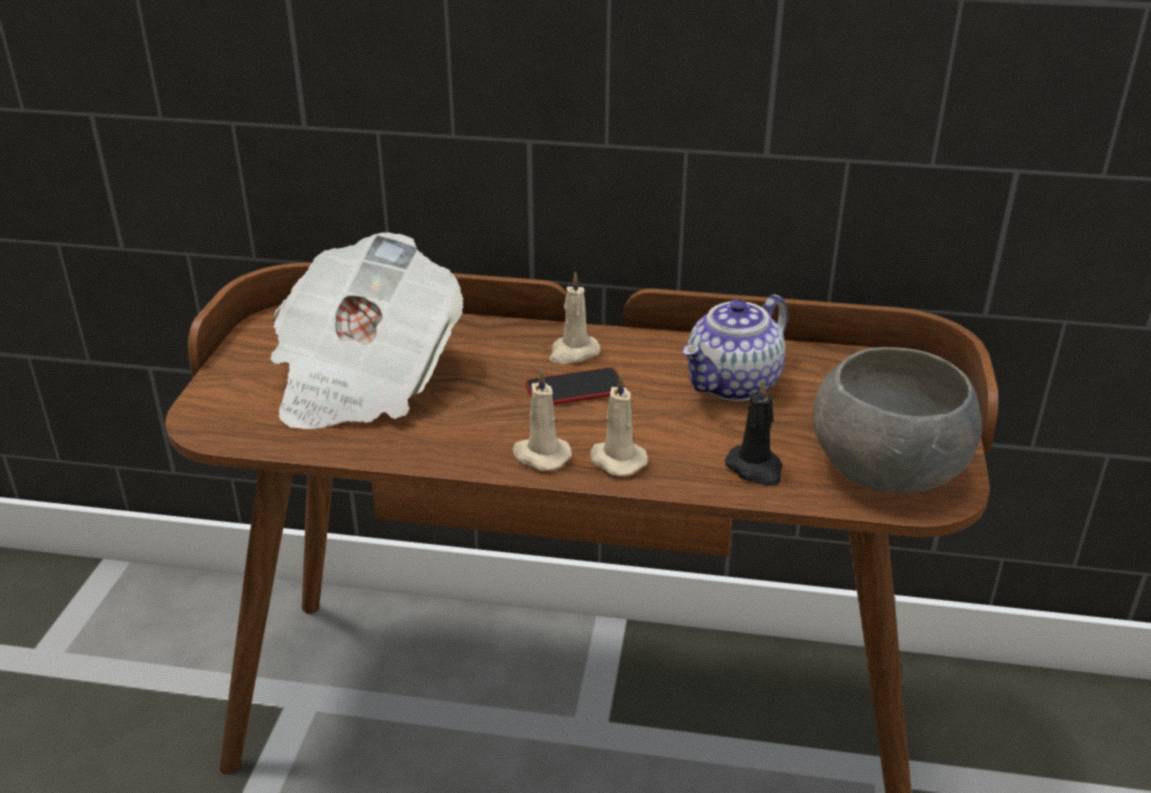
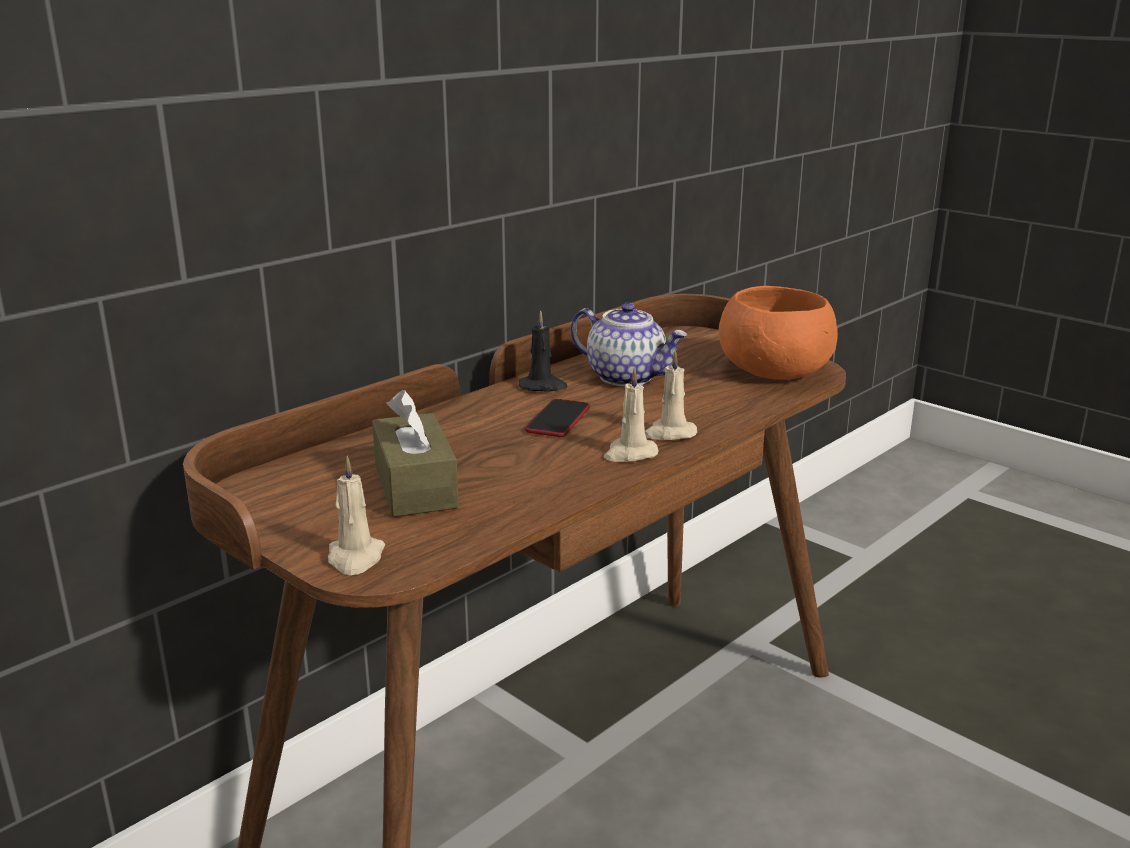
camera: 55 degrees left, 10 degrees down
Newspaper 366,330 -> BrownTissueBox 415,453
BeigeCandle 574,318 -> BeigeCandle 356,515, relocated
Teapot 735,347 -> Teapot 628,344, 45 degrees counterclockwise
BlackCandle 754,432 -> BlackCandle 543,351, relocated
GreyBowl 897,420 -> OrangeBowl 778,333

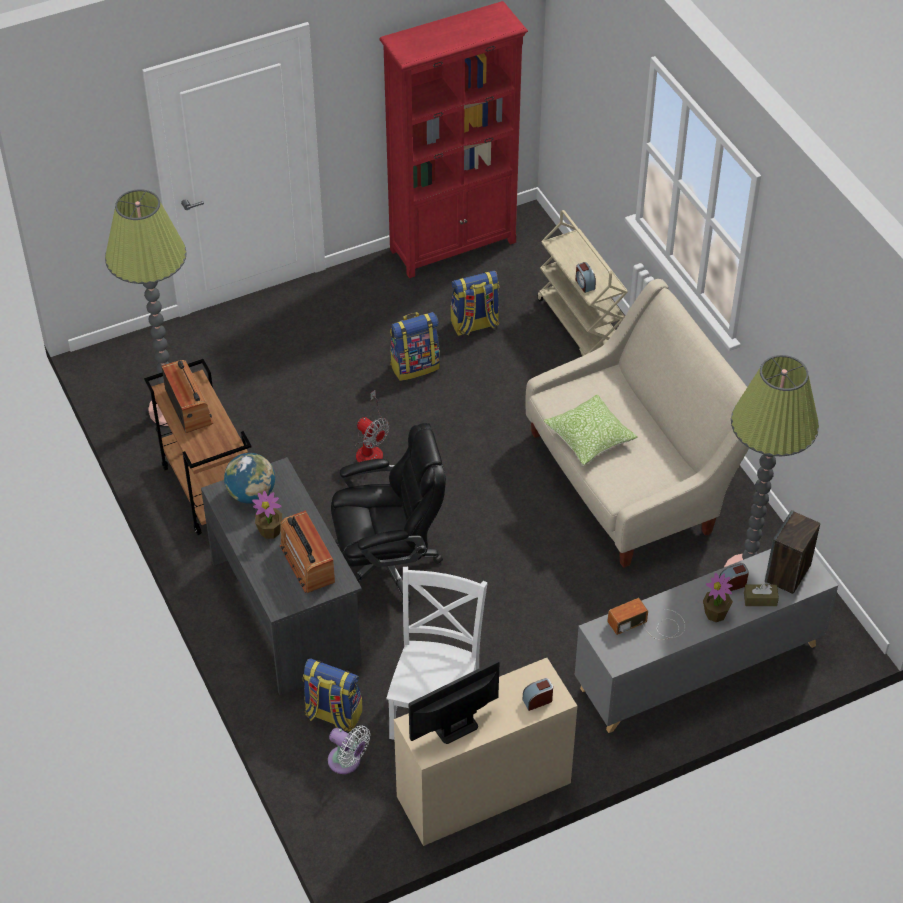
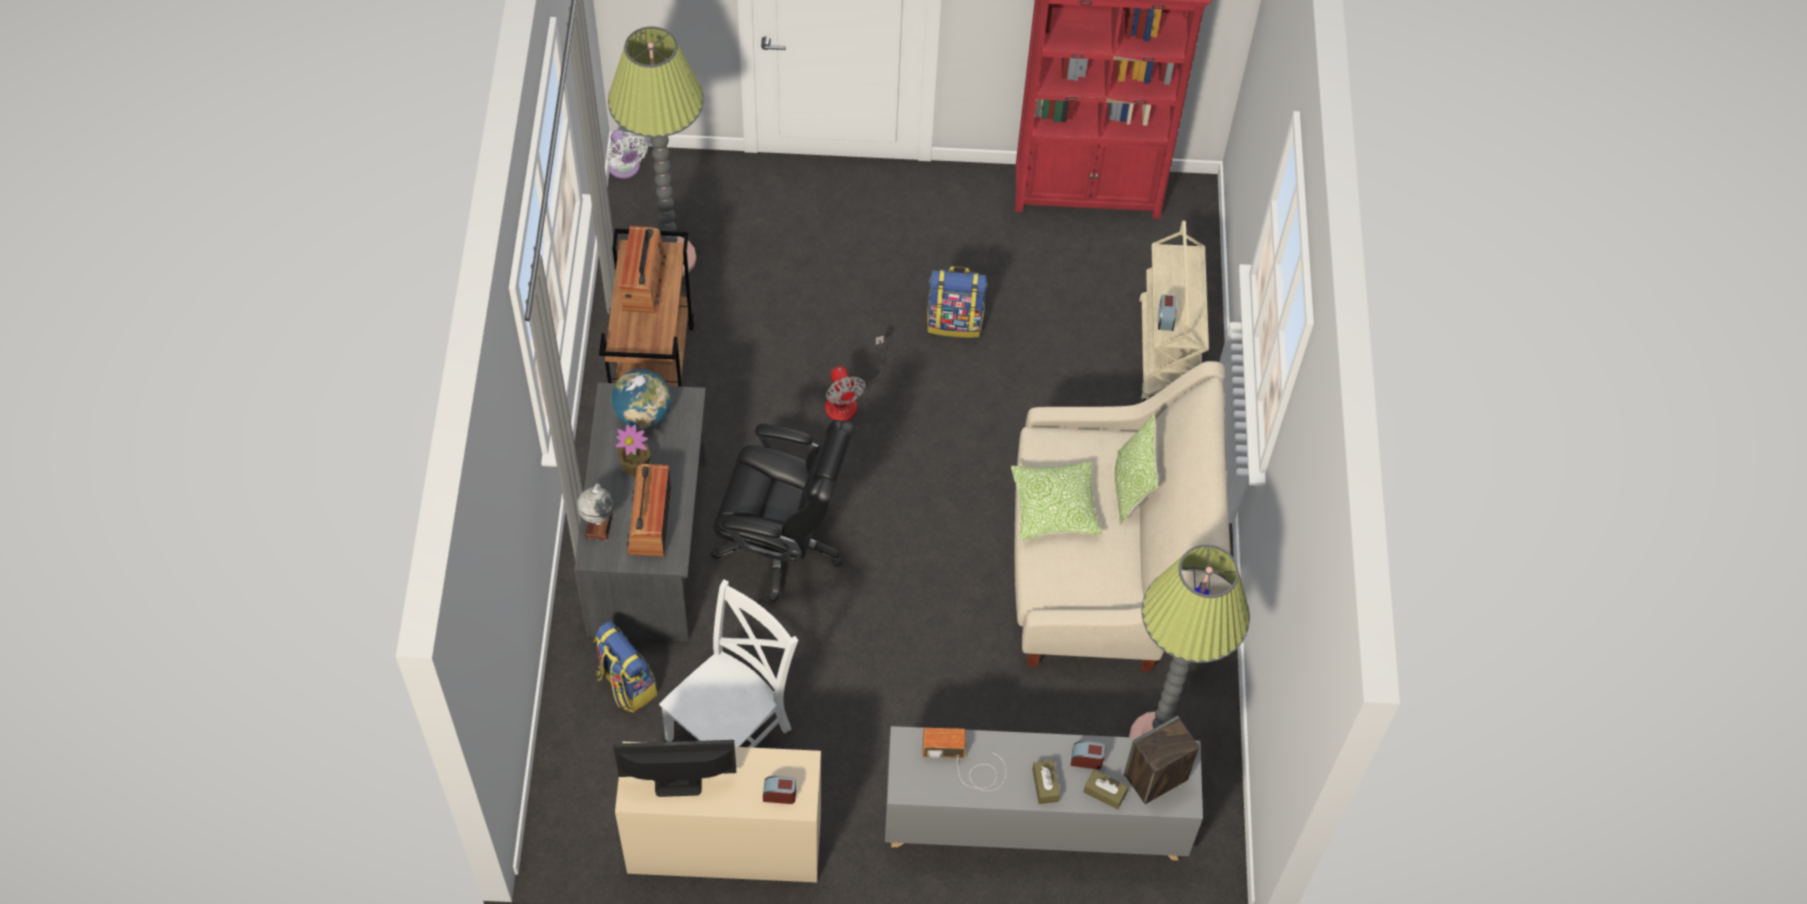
camera: 25 degrees right, 10 degrees up
WhiteFan 349,749 -> WhiteFan 627,154, relocated
Backpack 475,303 -> none
PottedPlant 718,597 -> BrownTissueBox 1046,782
none -> Globe 595,512
none -> Pillow 1137,469

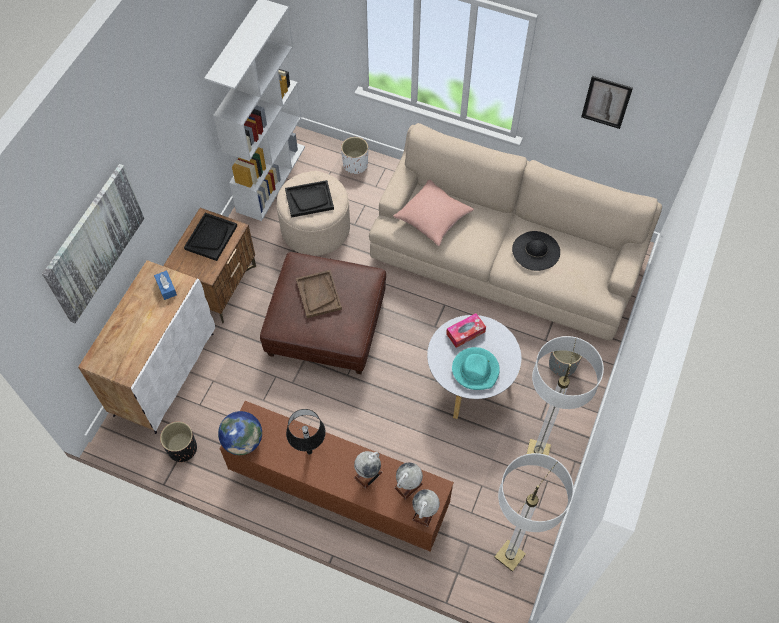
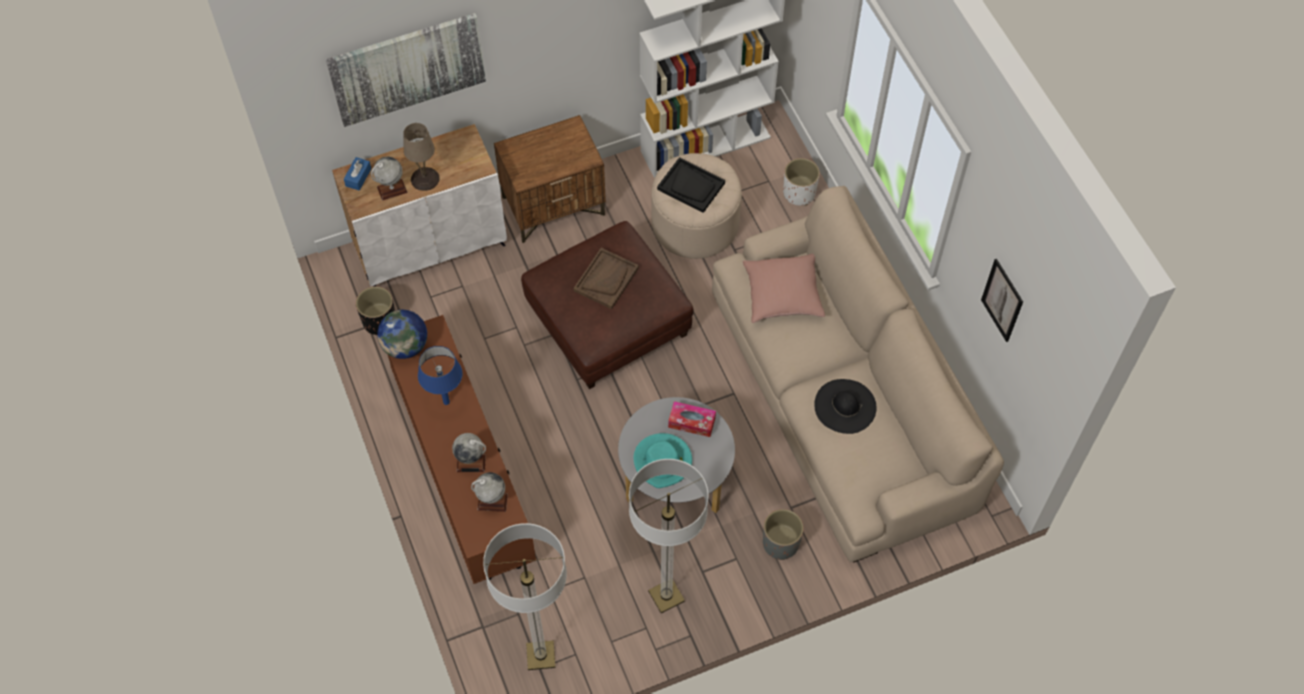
camera: 45 degrees right, 0 degrees up
BlueTissueBox 165,285 -> BlueTissueBox 357,174, relocated
BlackTray 210,237 -> none
BlackTableLamp 306,432 -> BlueTableLamp 440,375
Globe 426,508 -> Globe 389,179, relocated
none -> BeigeTableLamp 421,157

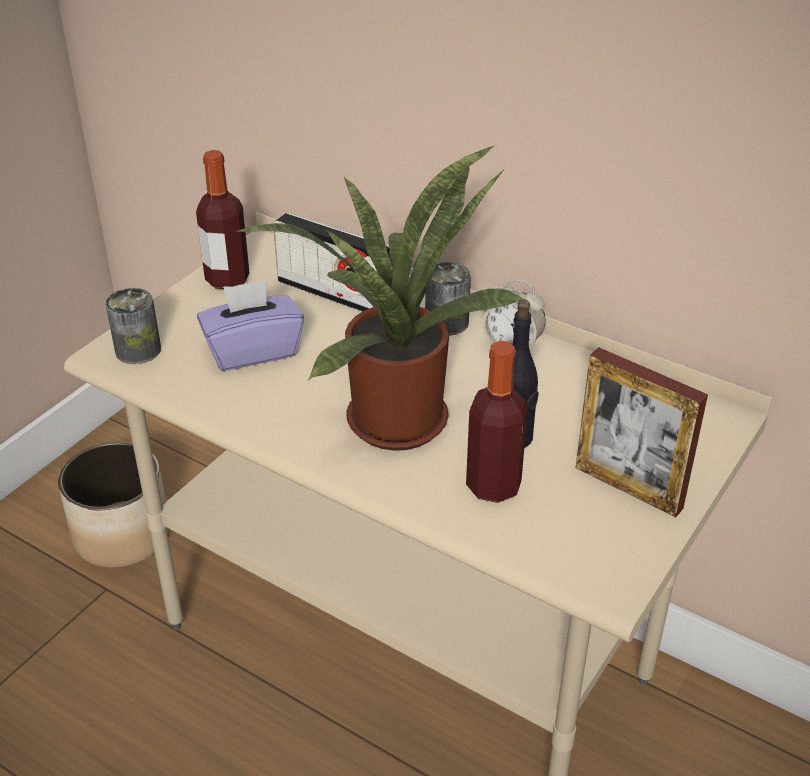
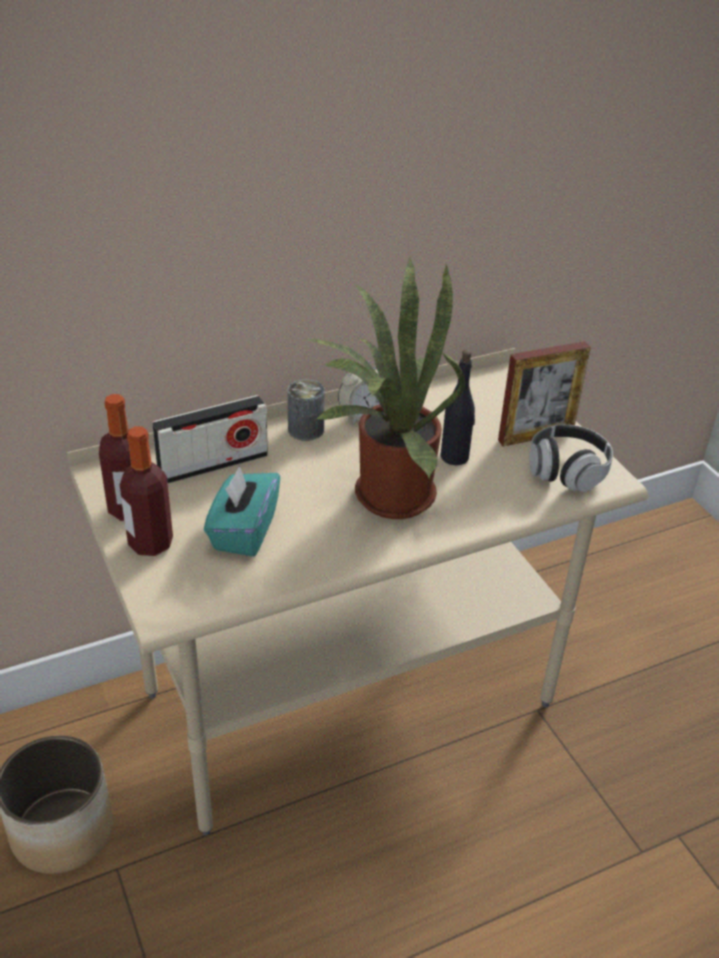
camera: 60 degrees left, 0 degrees up
Can 133,326 -> none
PurpleTissueBox 250,325 -> TurquoiseTissueBox 242,511
Bottle 497,422 -> Bottle 146,491, relocated
none -> Headphones 571,458

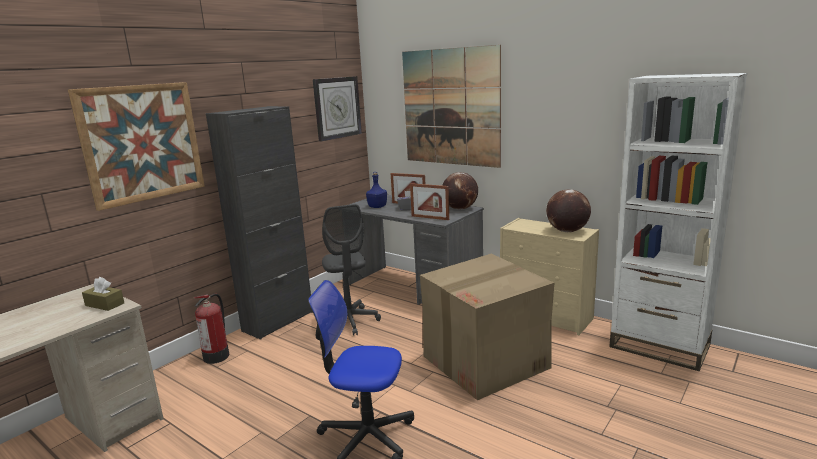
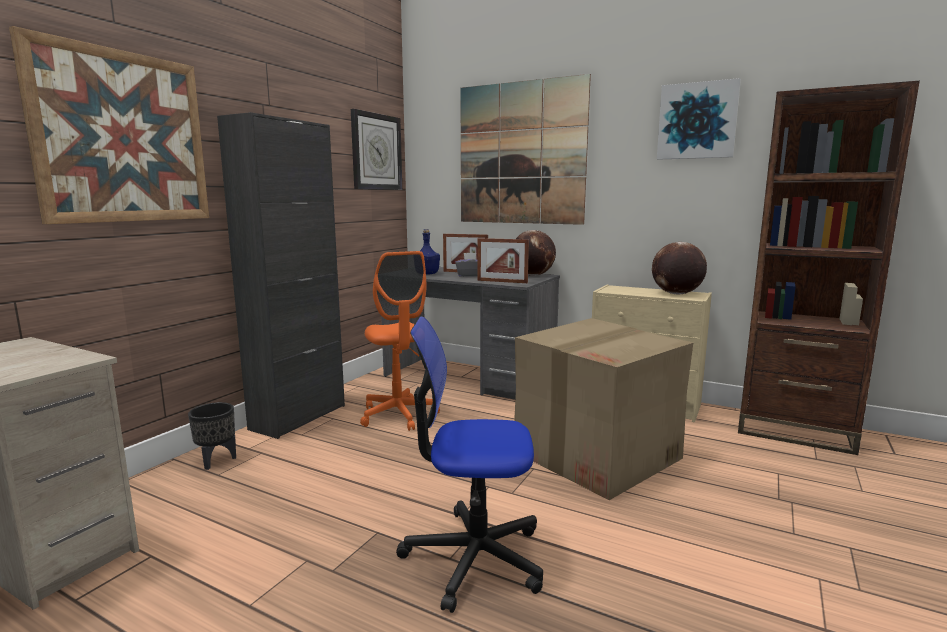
camera: 10 degrees left, 5 degrees down
BrownTissueBox 103,294 -> none
FireExtinguisher 211,328 -> BlackPlanter 212,436
GreyOfficeChair 351,270 -> OrangeOfficeChair 400,341
WhiteBookcase 678,222 -> BrownBookcase 829,268
none -> Picture 699,119

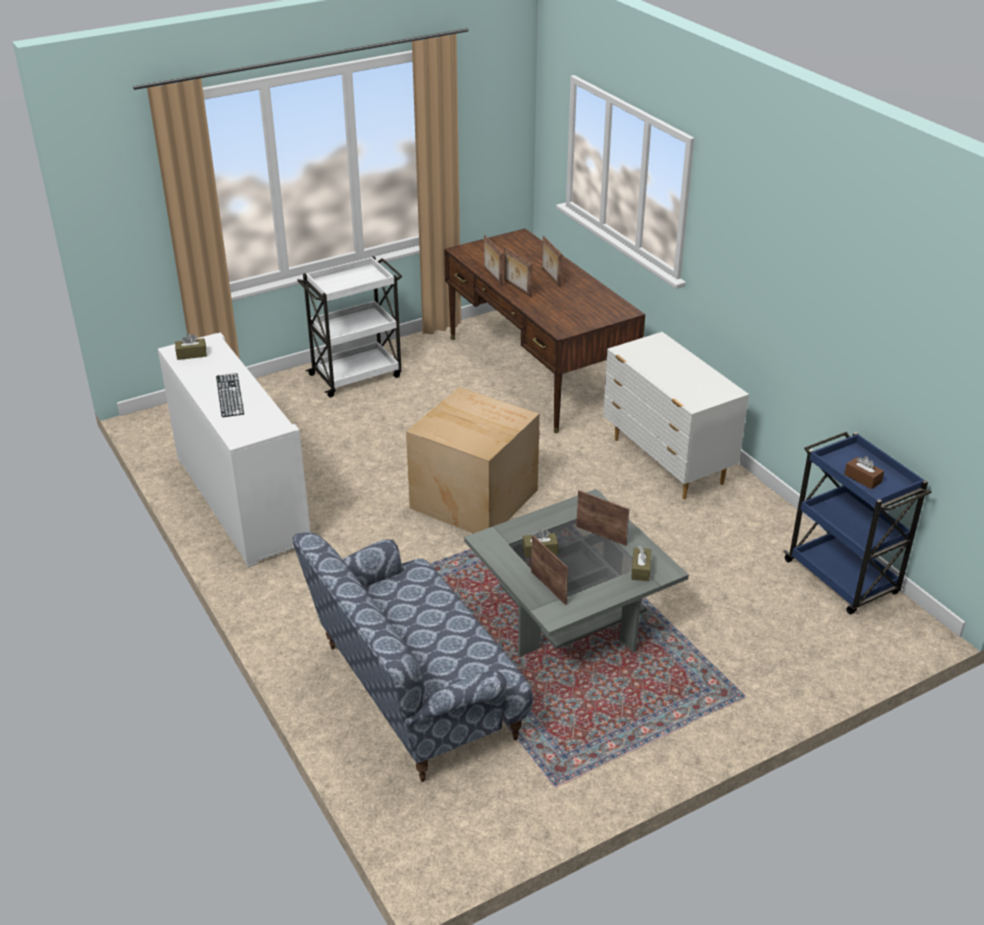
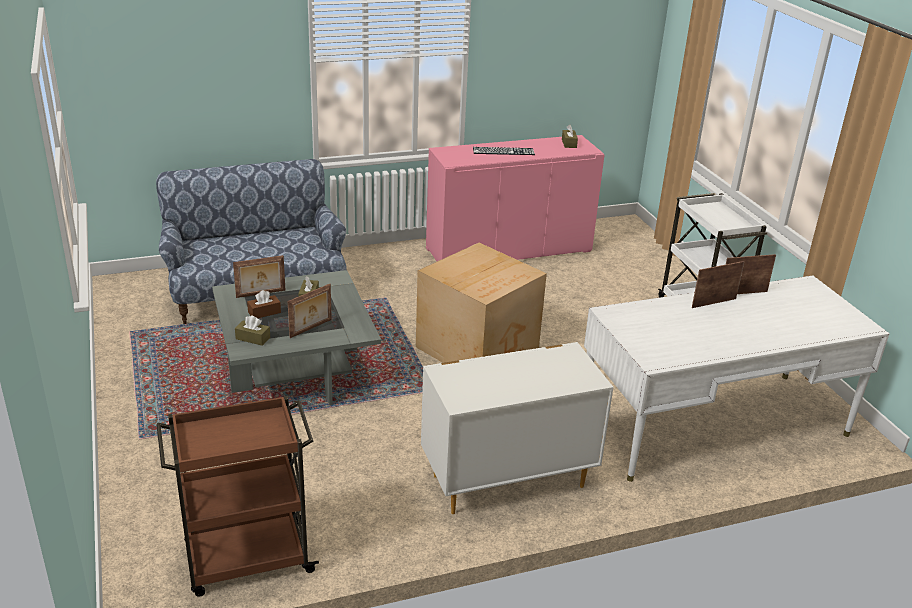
camera: 100 degrees right, 5 degrees down
WhiteCabinet 234,449 -> PinkCabinet 515,198
BrownDesk 544,331 -> WhiteDesk 736,379
PictureFrame 552,261 -> none
BlueCart 857,523 -> BrownCart 237,496
BrownTissueBox 864,472 -> BrownTissueBox 264,304, relocated

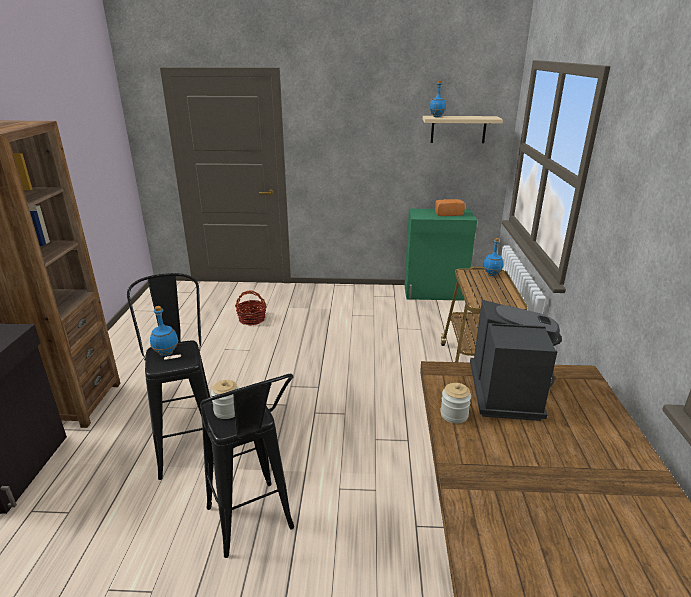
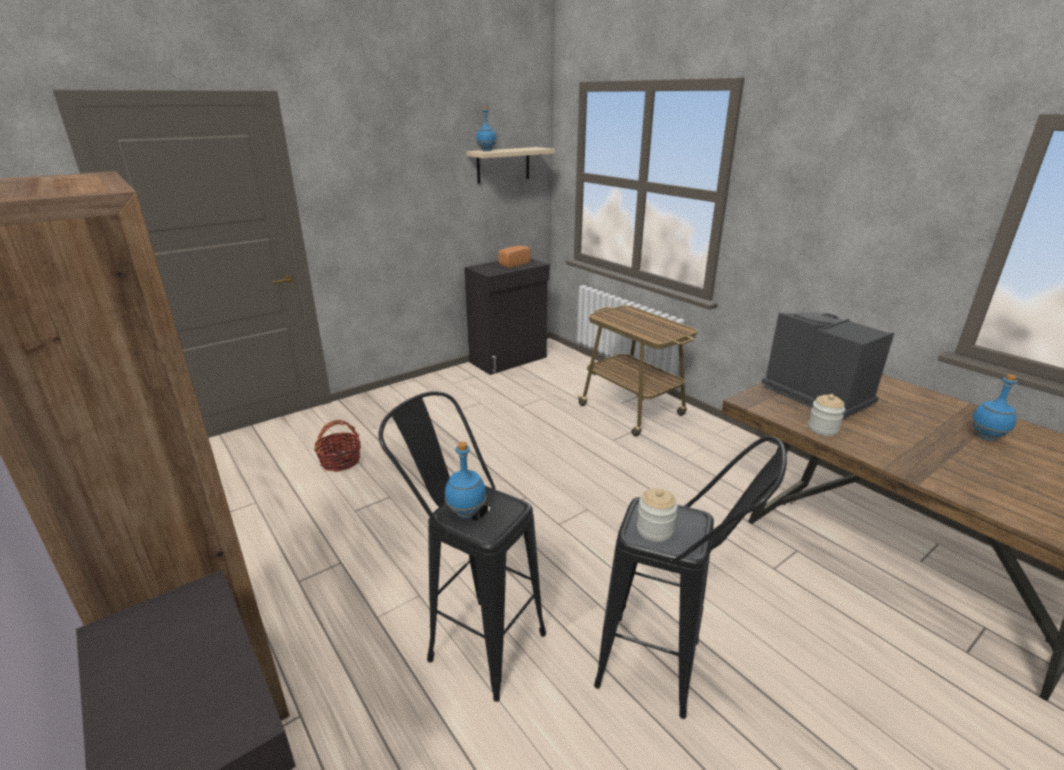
camera: 40 degrees left, 0 degrees up
GreenCabinet 440,255 -> BlackCabinet 507,316
BlueBottle 493,257 -> BlueBottle 994,407, relocated

